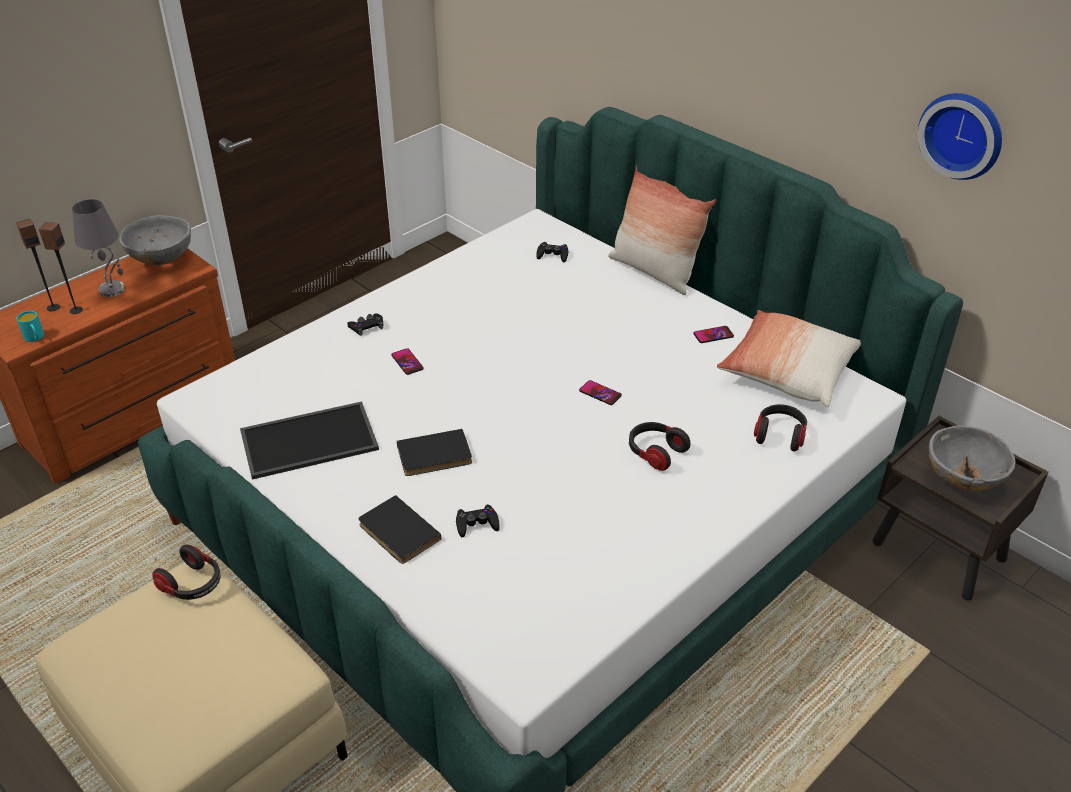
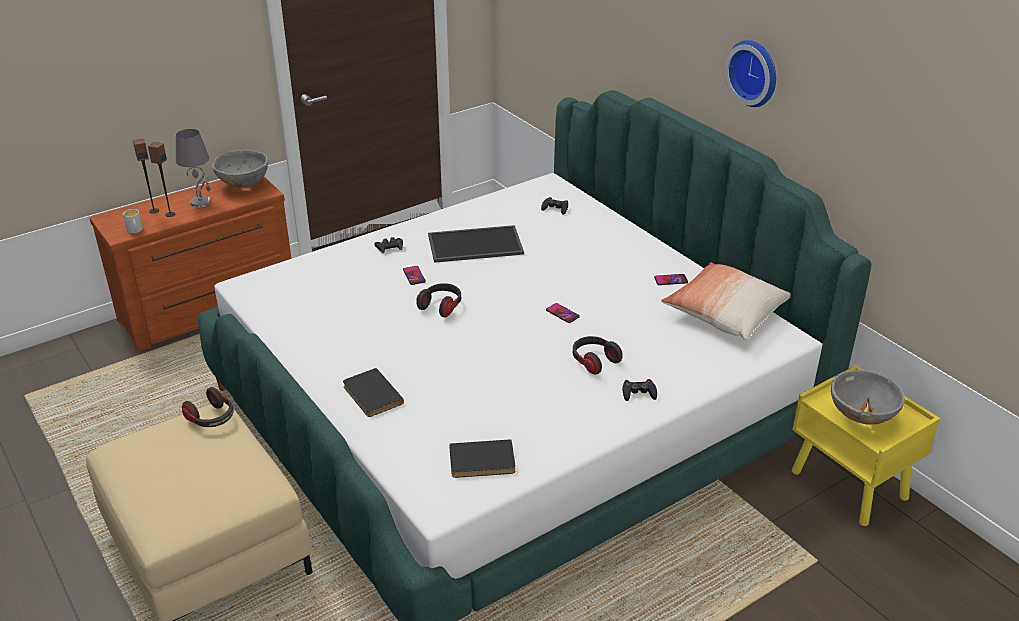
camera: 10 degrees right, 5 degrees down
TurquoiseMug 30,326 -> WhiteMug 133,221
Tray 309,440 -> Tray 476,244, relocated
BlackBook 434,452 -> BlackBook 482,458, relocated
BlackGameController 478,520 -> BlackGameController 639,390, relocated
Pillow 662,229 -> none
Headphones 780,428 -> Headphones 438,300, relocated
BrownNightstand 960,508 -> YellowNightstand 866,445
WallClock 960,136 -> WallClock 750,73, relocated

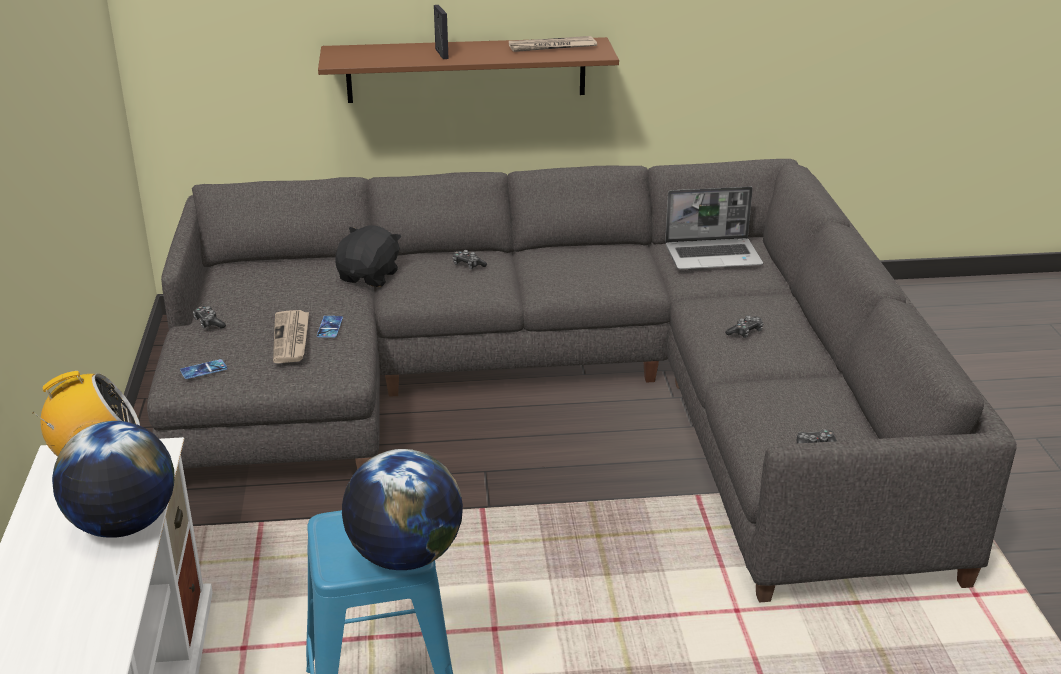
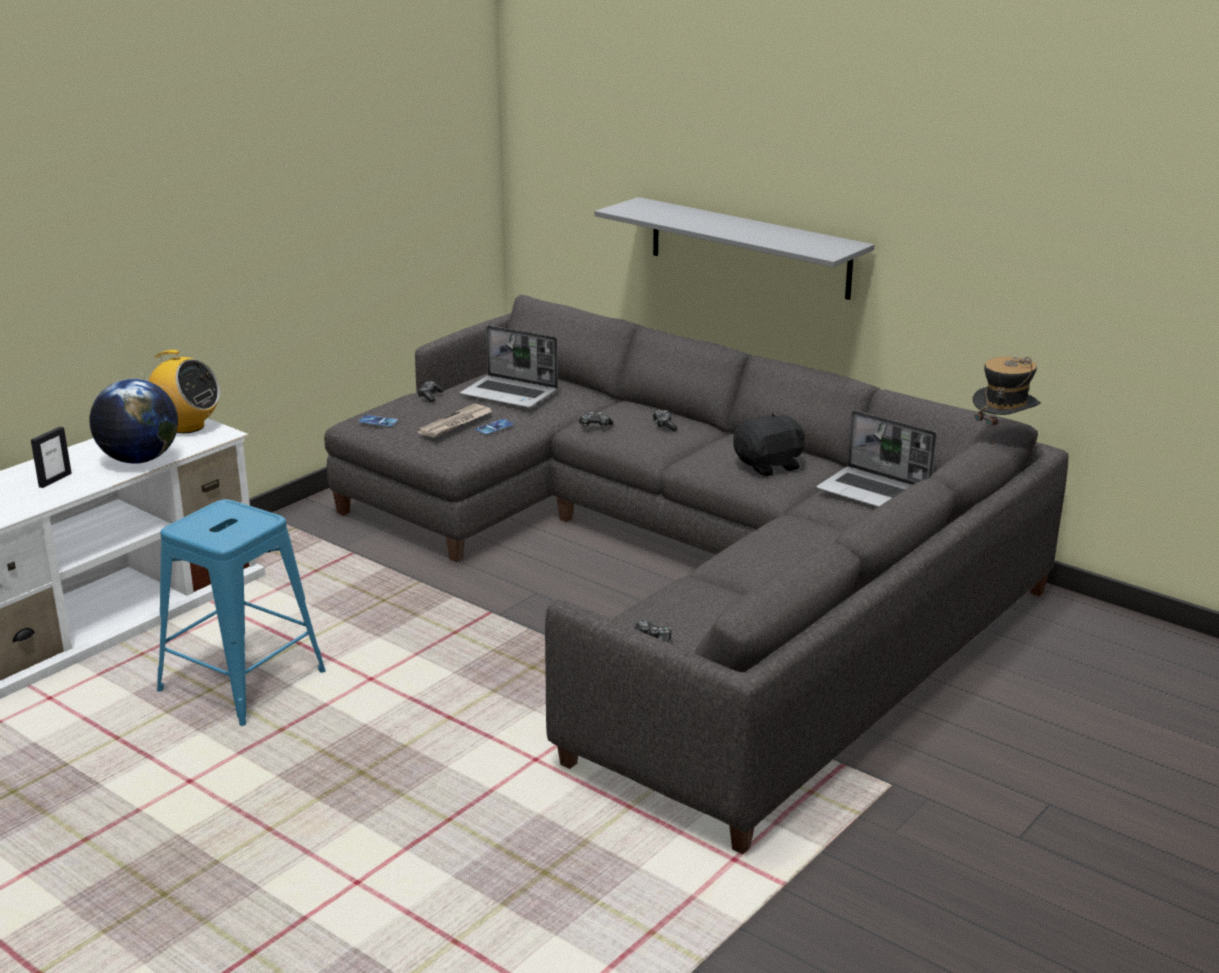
camera: 45 degrees right, 5 degrees down
BrownShelf 468,70 -> GreyShelf 734,248
BlackPlushToy 368,256 -> BlackPlushToy 769,444, relocated
Globe 402,509 -> none
PictureFrame 441,32 -> PictureFrame 51,457, relocated
Newspaper 553,44 -> none
GameController 744,327 -> GameController 596,420, relocated
none -> Laptop 509,366
none -> Hat 1007,401

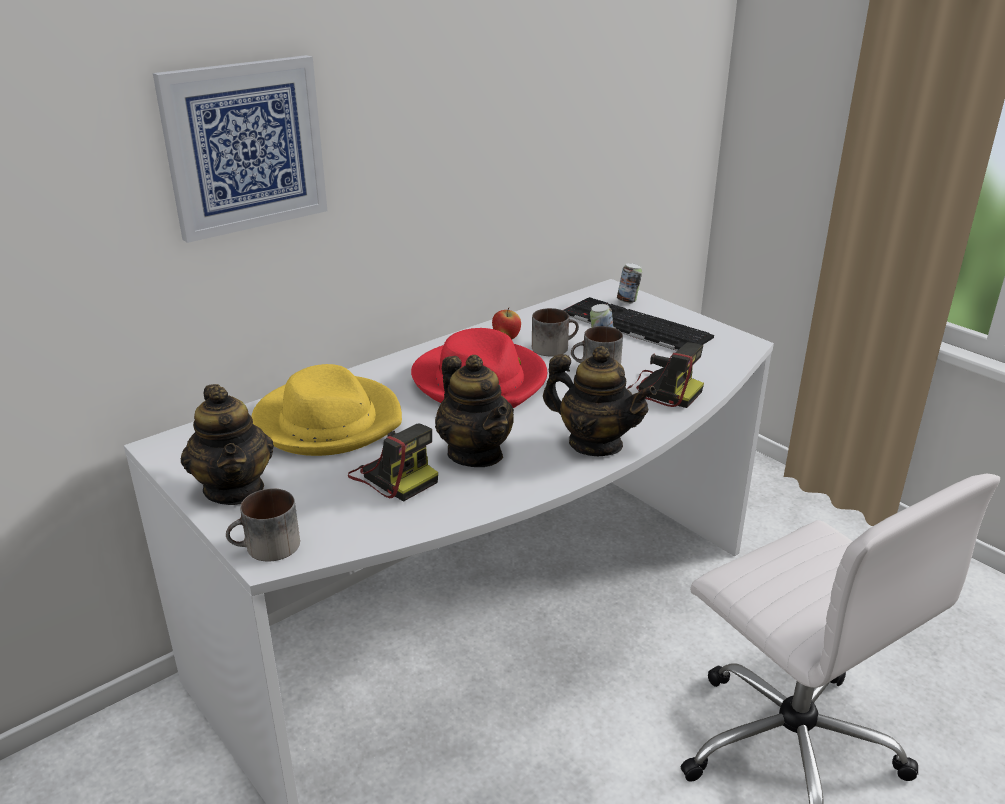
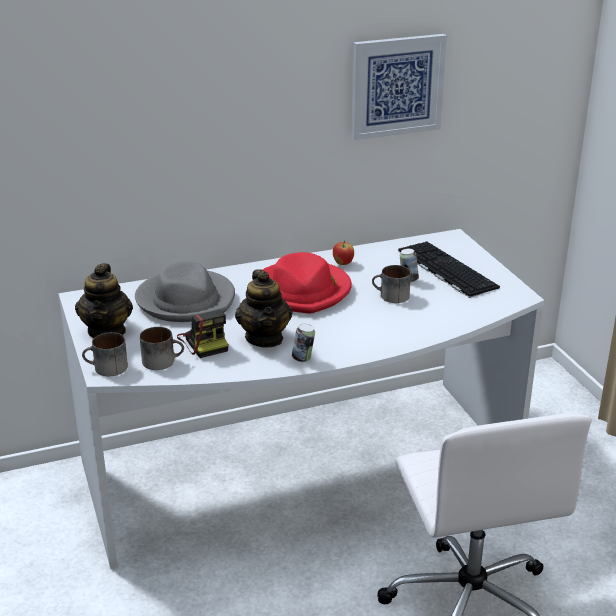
camera: 20 degrees right, 0 degrees up
Picture 240,149 -> Picture 399,87, relocated
YellowHat 327,410 -> GreyHat 185,291
Mug 555,332 -> Mug 162,348, relocated
Teapot 600,401 -> none
Can 629,283 -> Can 303,343, relocated
PhotoCamera 665,375 -> none

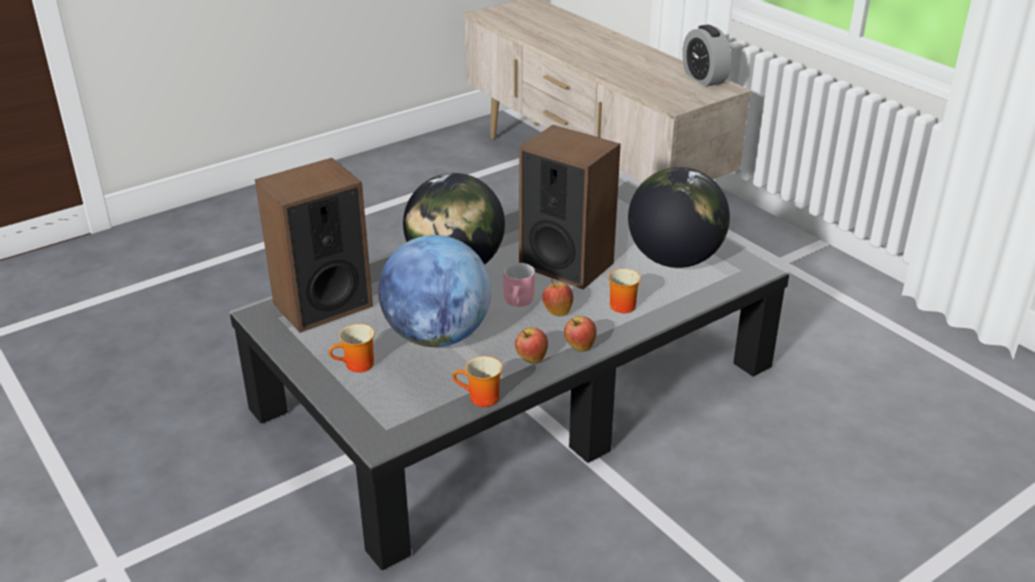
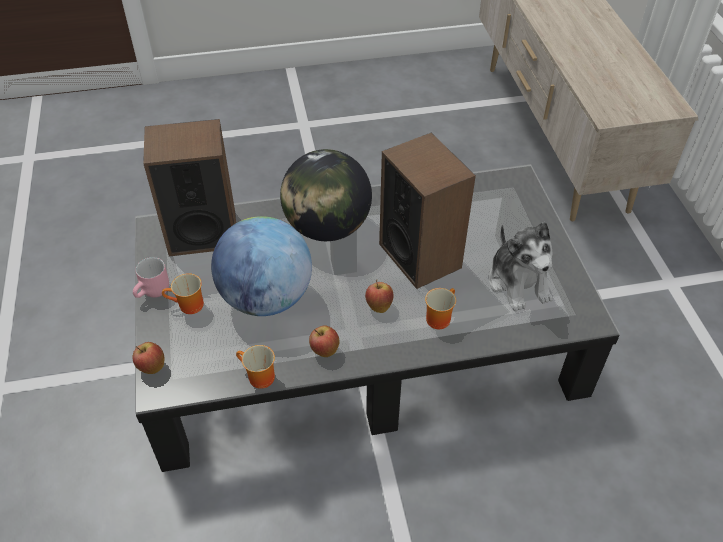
camera: 25 degrees right, 15 degrees up
PinkMug 519,285 -> PinkMug 151,277, relocated
Apple 580,334 -> Apple 148,358, relocated
Globe 679,217 -> PlushToy 521,266
AlarmClock 707,56 -> none

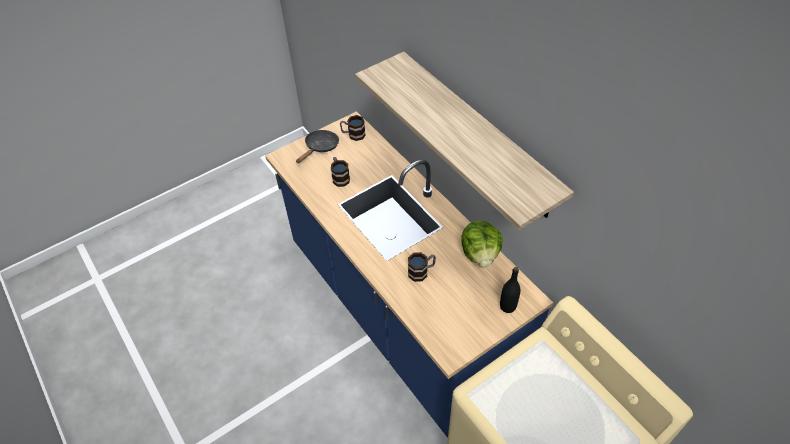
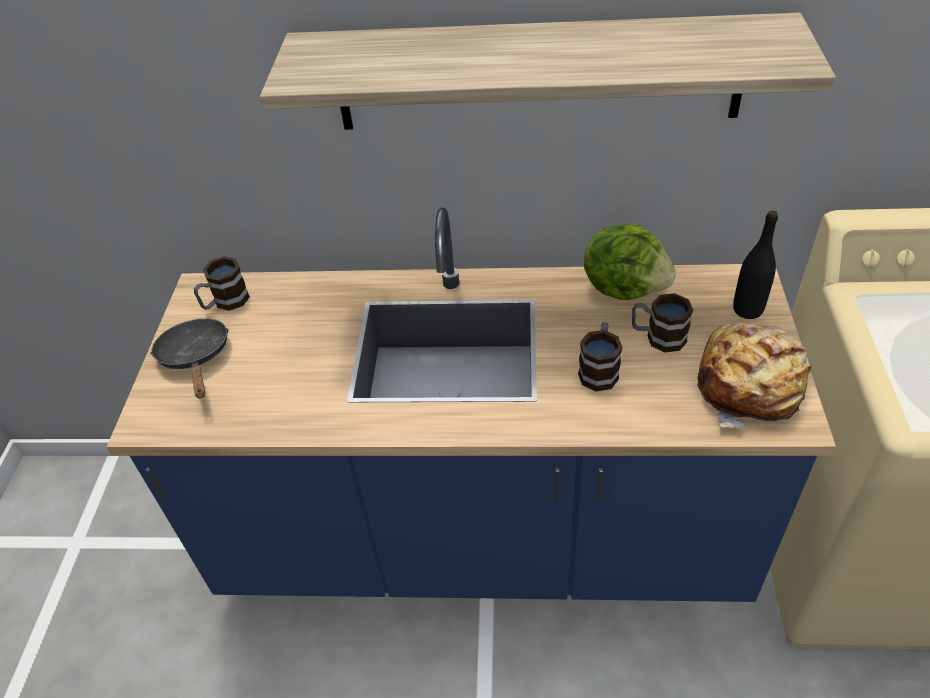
camera: 50 degrees left, 5 degrees down
Mug 340,172 -> Mug 662,322, relocated
none -> Bread 755,375

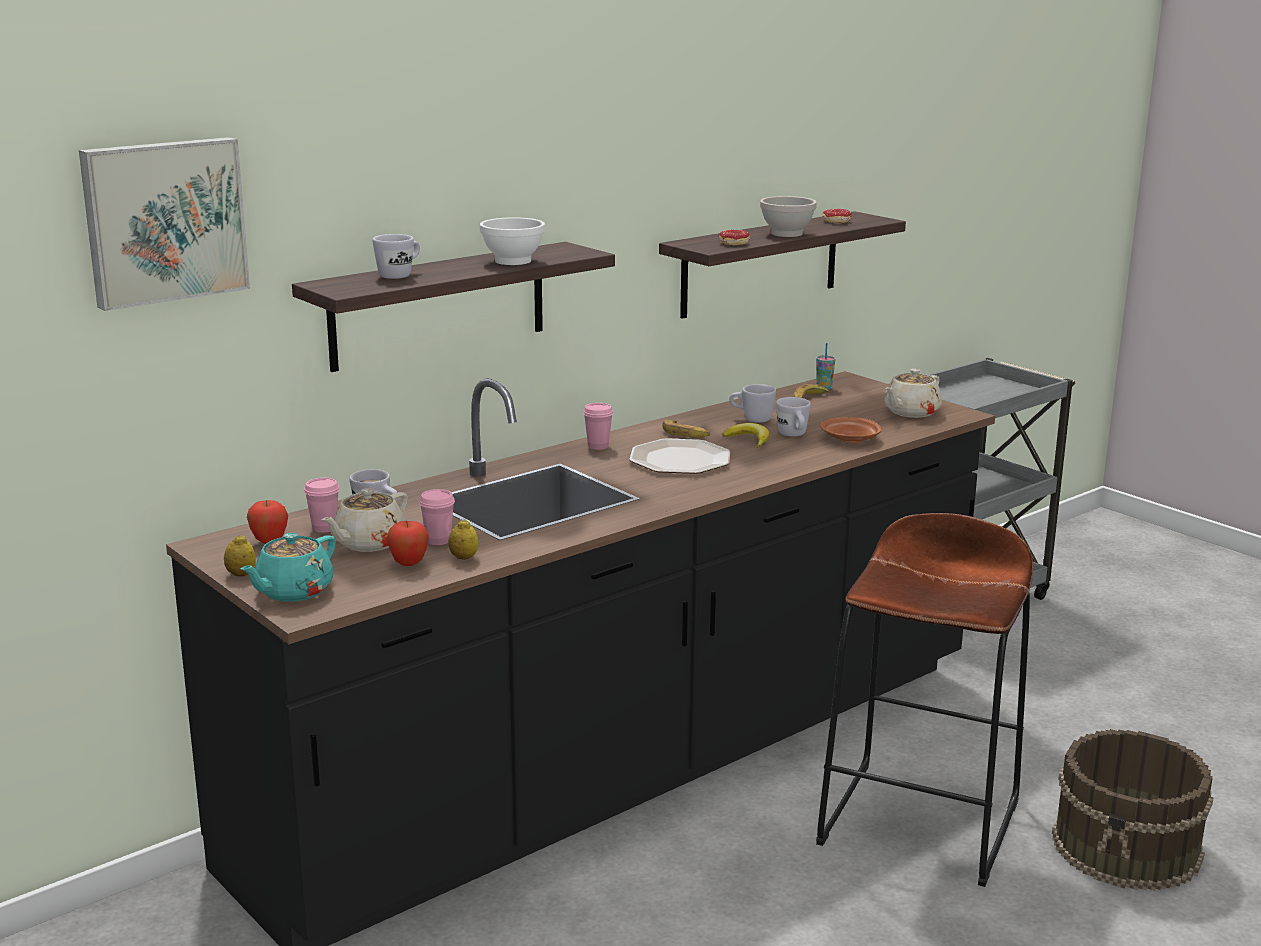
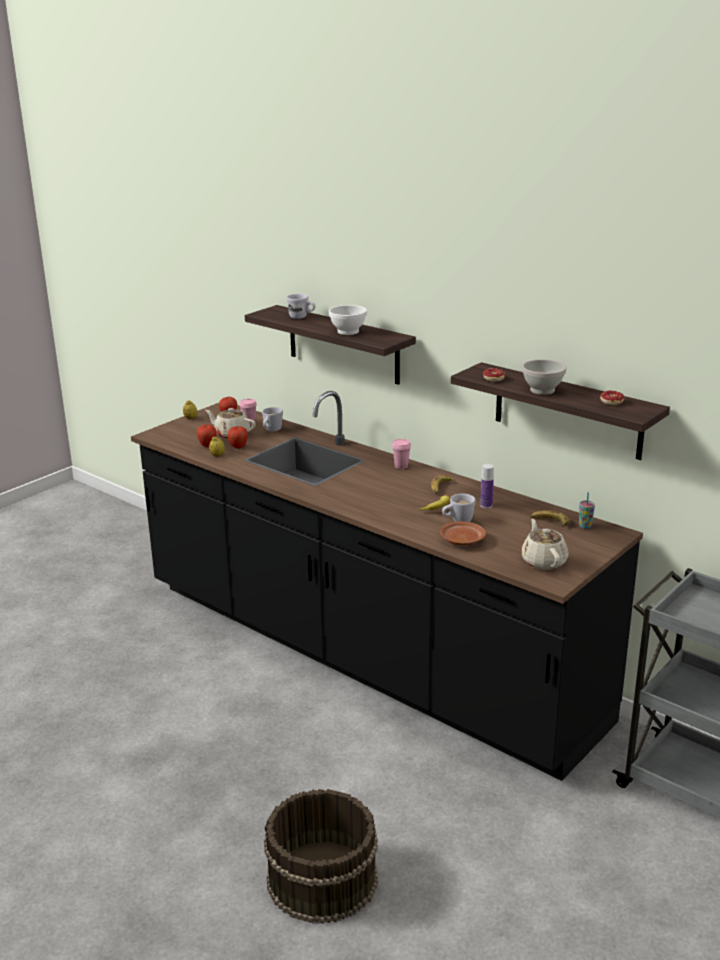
camera: 80 degrees right, 5 degrees up
Picture 164,224 -> none
TurquoiseTeapot 288,567 -> none
PinkCup 437,517 -> Apple 237,437
Plate 679,456 -> none
WhiteMug 752,403 -> Bottle 487,486
BrownStool 924,700 -> none
BeigeTeapot 913,393 -> BeigeTeapot 545,544, 45 degrees clockwise

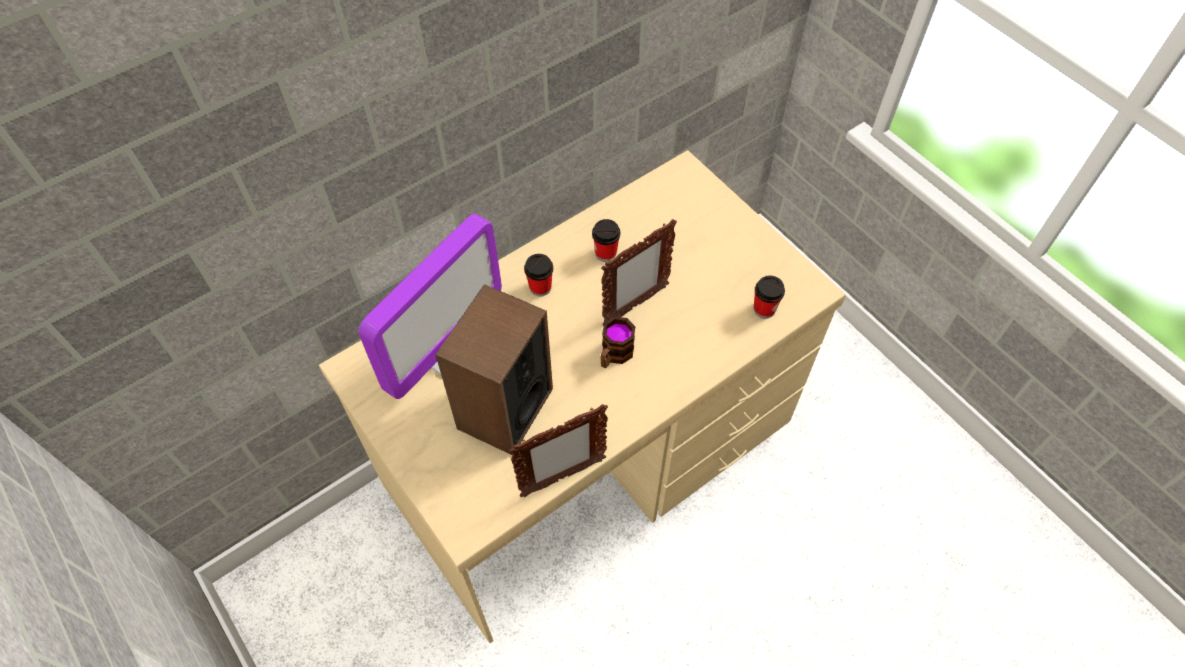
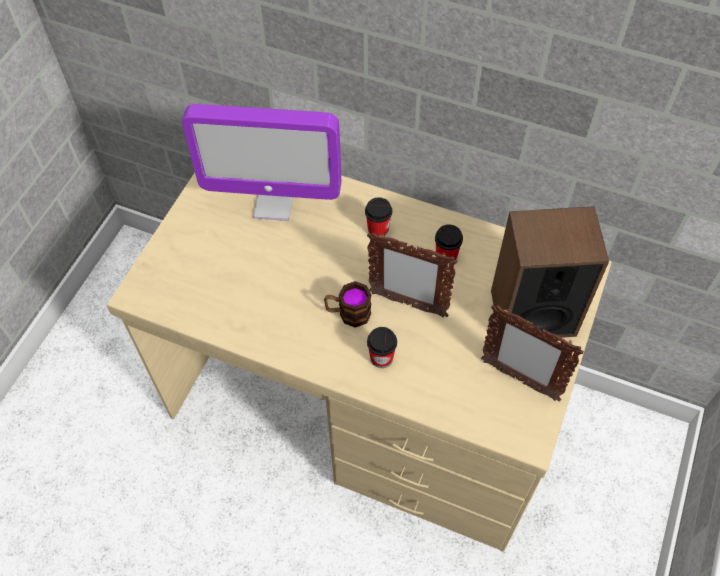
camera: 60 degrees right, 0 degrees up
Speaker 494,369 -> Speaker 550,272, relocated
PictureFrame 558,450 -> PictureFrame 532,353, relocated
Cup 769,297 -> Cup 382,347, relocated

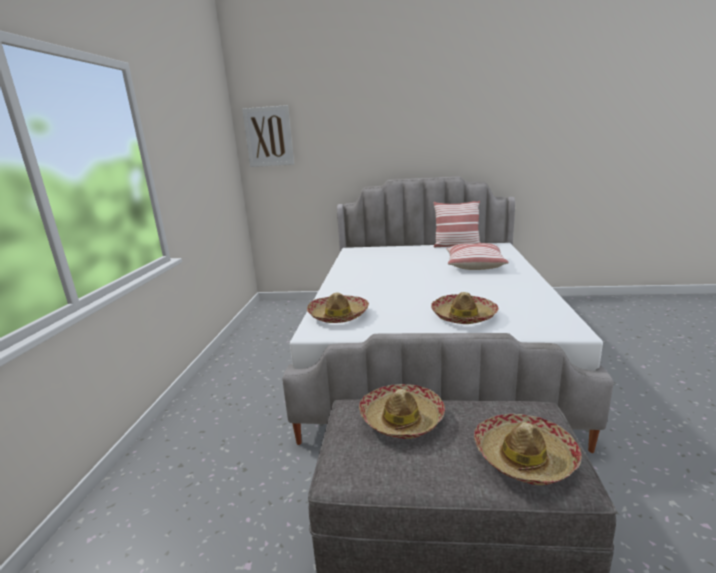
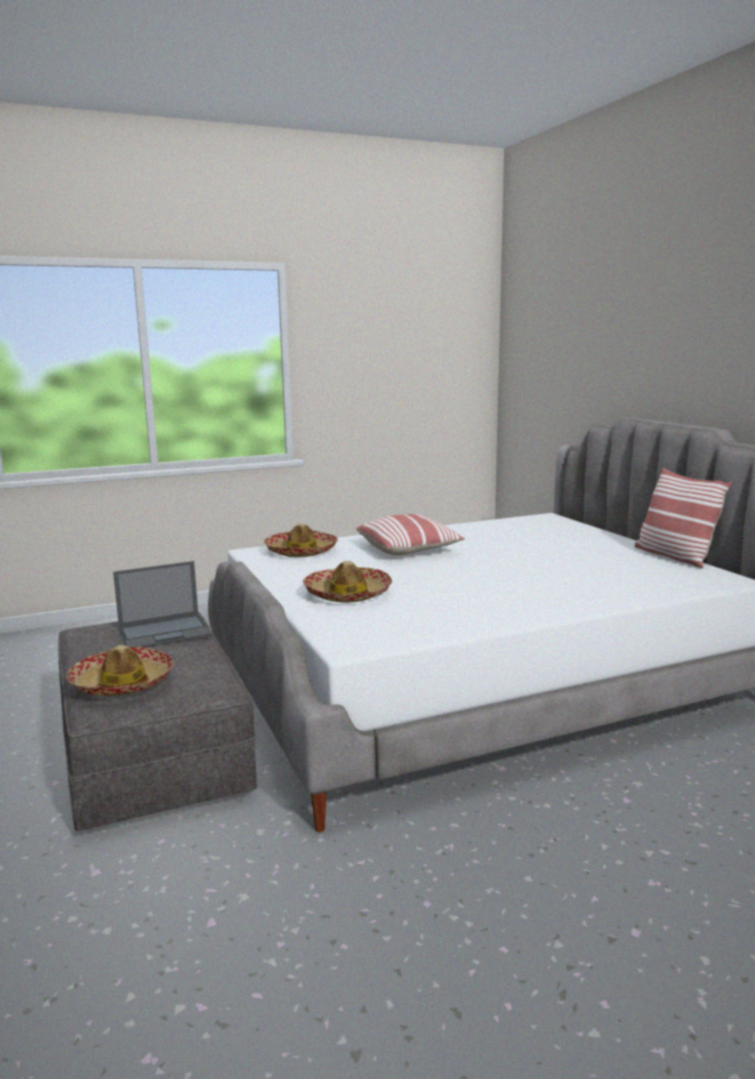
camera: 60 degrees right, 5 degrees down
Picture 268,136 -> none
Hat 402,411 -> Laptop 162,604
Pillow 477,256 -> Pillow 410,534, relocated

